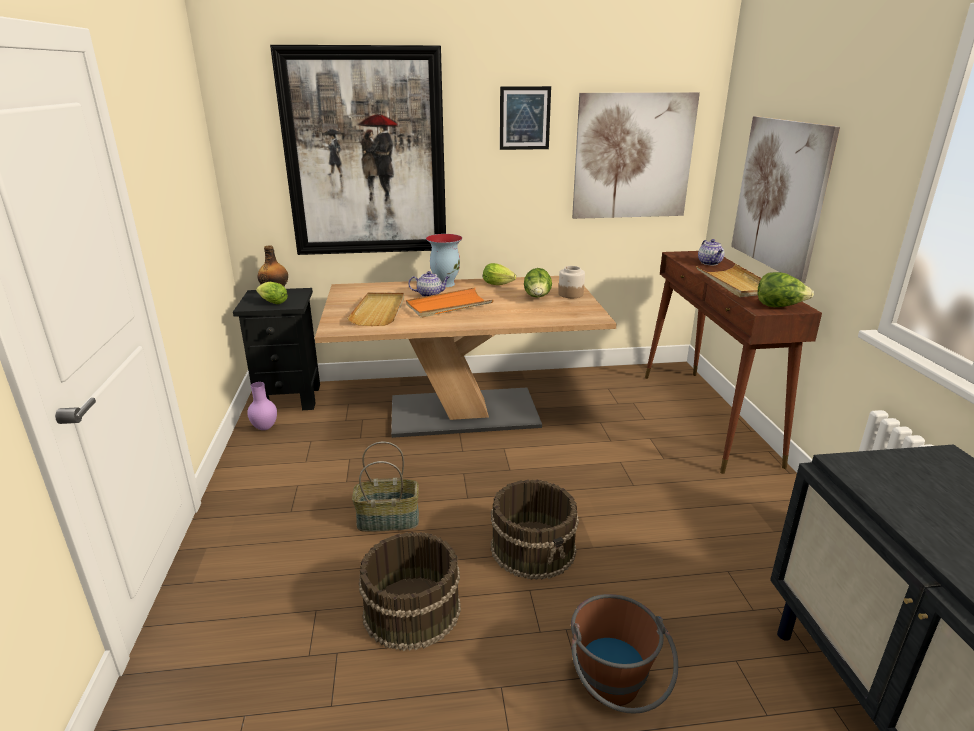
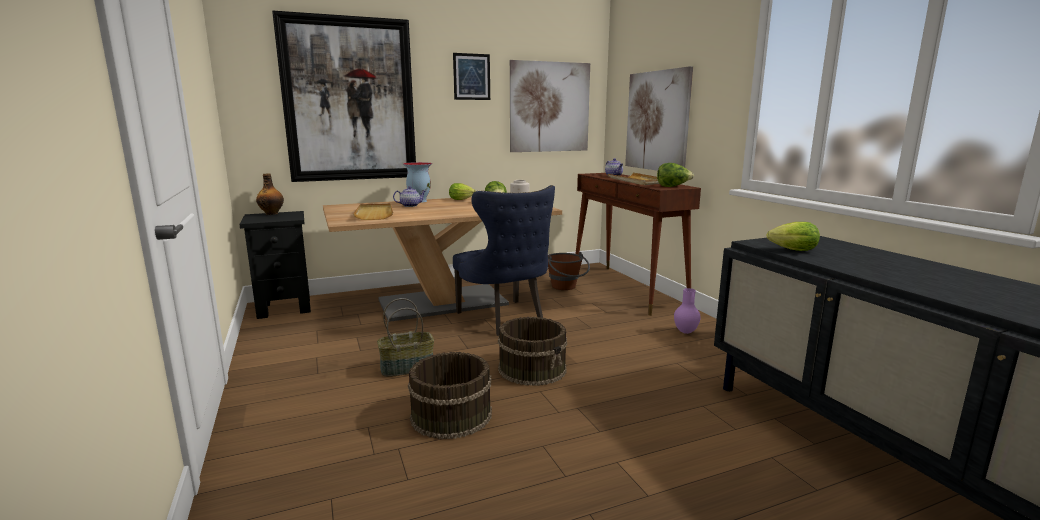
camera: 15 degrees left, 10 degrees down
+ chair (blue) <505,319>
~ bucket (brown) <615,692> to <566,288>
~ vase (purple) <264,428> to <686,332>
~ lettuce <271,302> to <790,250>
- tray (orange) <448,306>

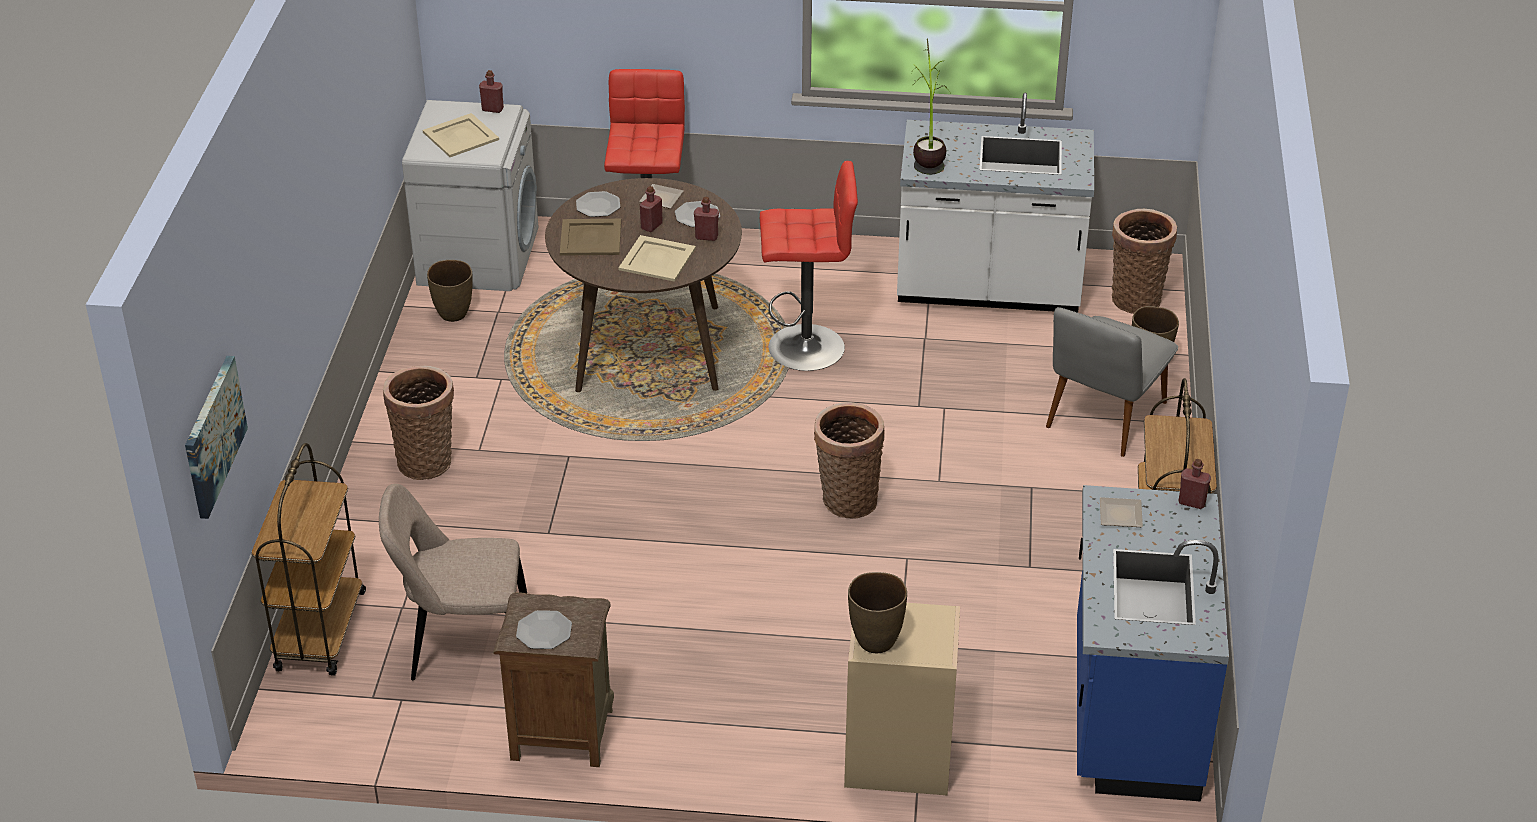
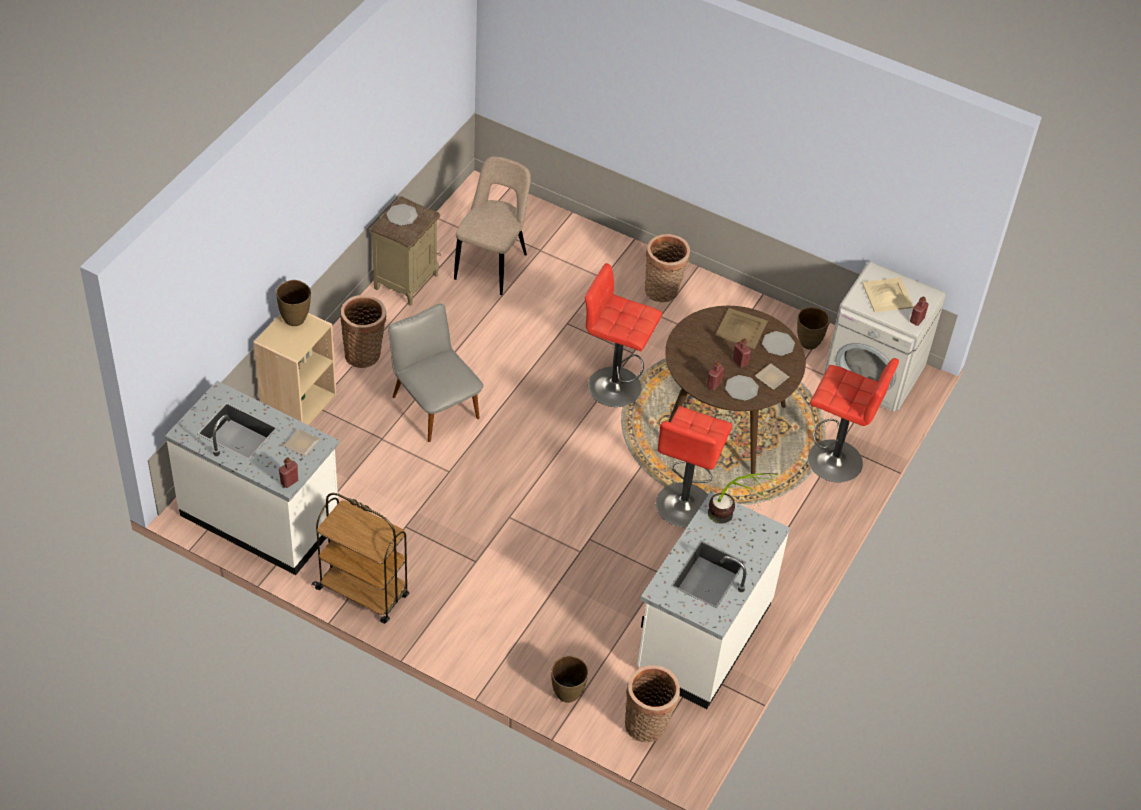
camera: 110 degrees right, 10 degrees up
~ counter (blue) <1132,712> to counter (white) <261,517>
~ basket <846,499> to <364,354>
~ chair (grey) <1106,414> to <435,407>
+ stool (red) <614,386>
- picture <213,436>
- cart (brown) <319,633>
- tray (beige) <657,259>

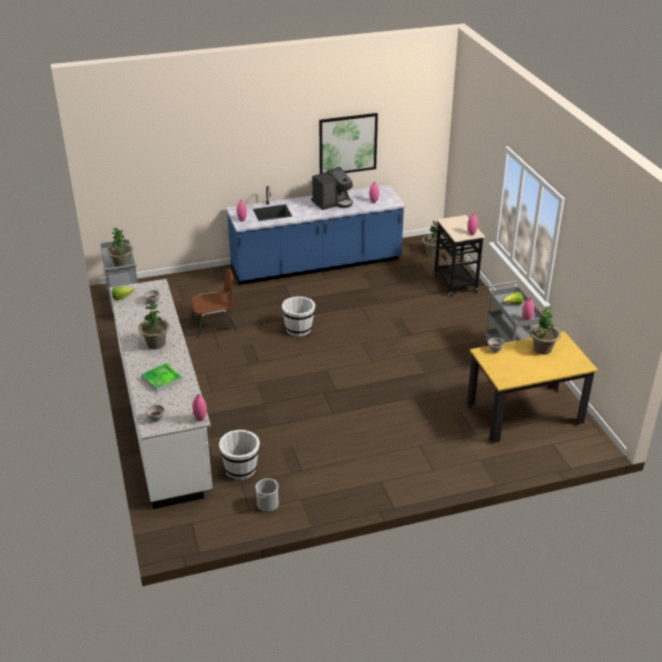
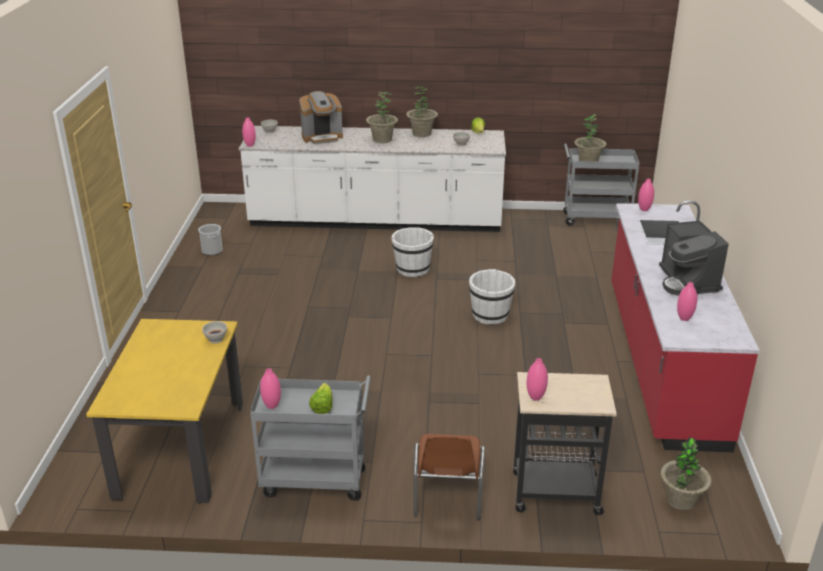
camera: 110 degrees right, 5 degrees down
~ tray <162,379> to coffee machine <322,137>
~ bucket (white) <241,469> to <412,269>
~ potted plant <542,349> to <421,134>
~ chair (brown) <214,323> to <447,494>
~ counter (blue) <316,265> to counter (red) <661,361>
- picture <347,144>

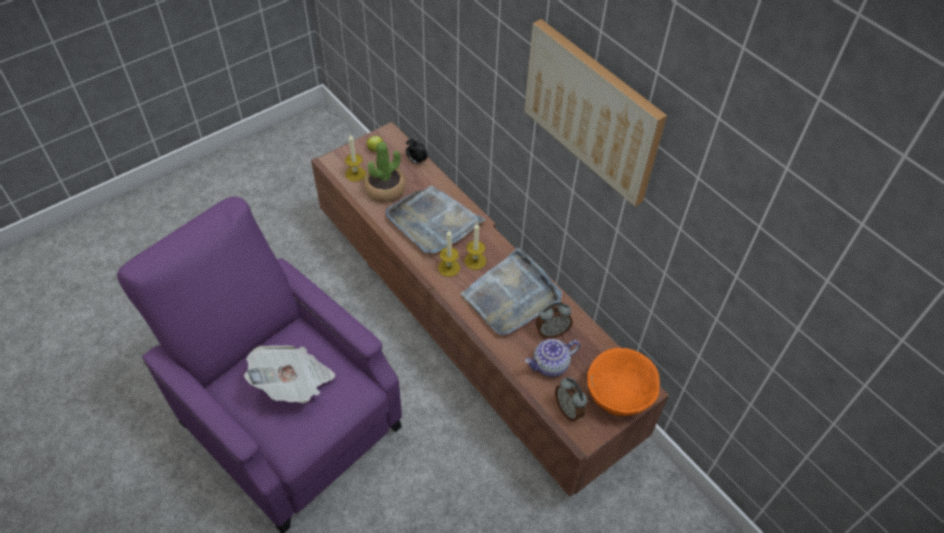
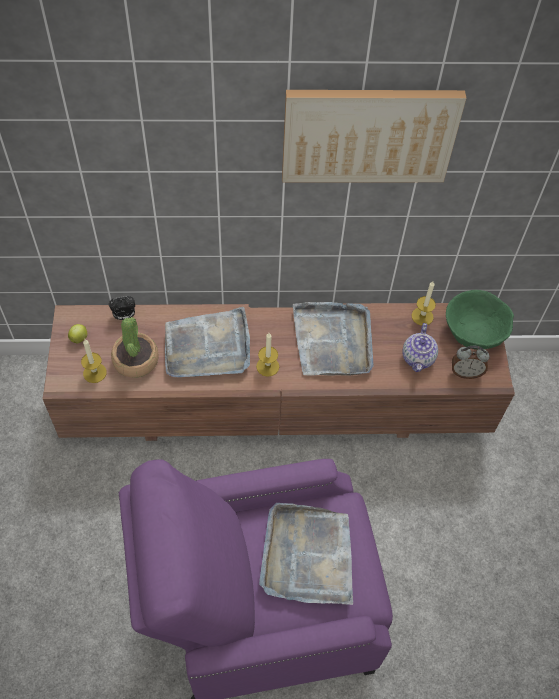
camera: 55 degrees left, 5 degrees up
~ newspaper <294,383> to tray (grey) <307,556>
~ candle <475,261> to <422,316>
~ bowl (orange) <618,393> to bowl (green) <474,332>
- alarm clock <551,331>

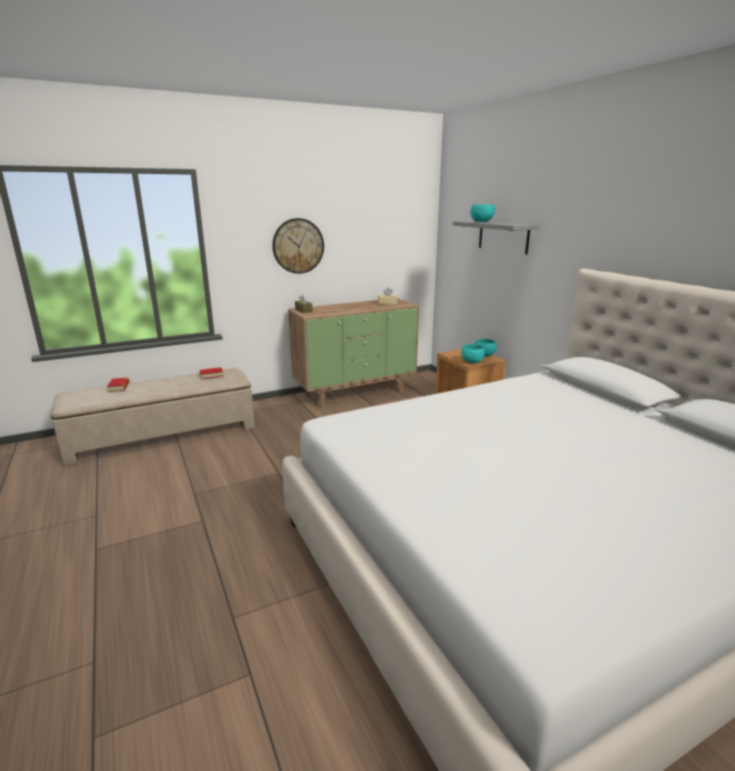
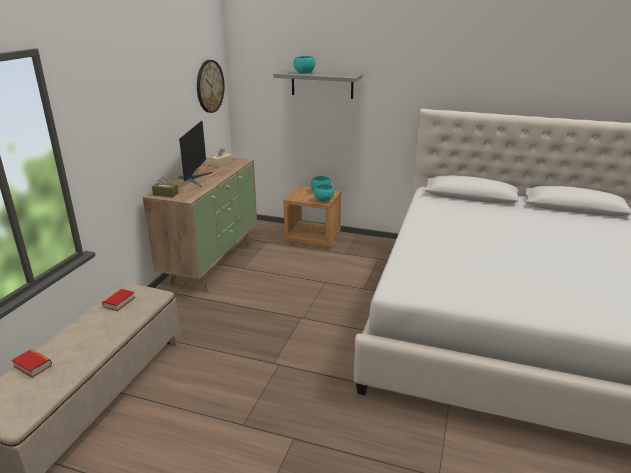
camera: 45 degrees left, 5 degrees up
+ monitor <195,178>
~ wall clock <298,246> to <209,86>

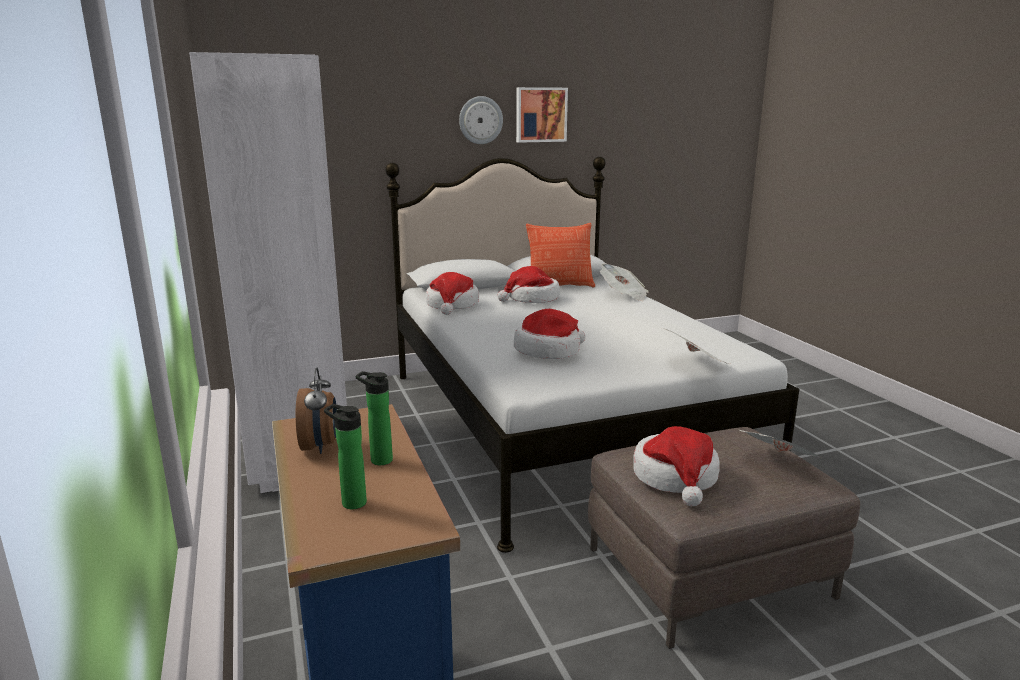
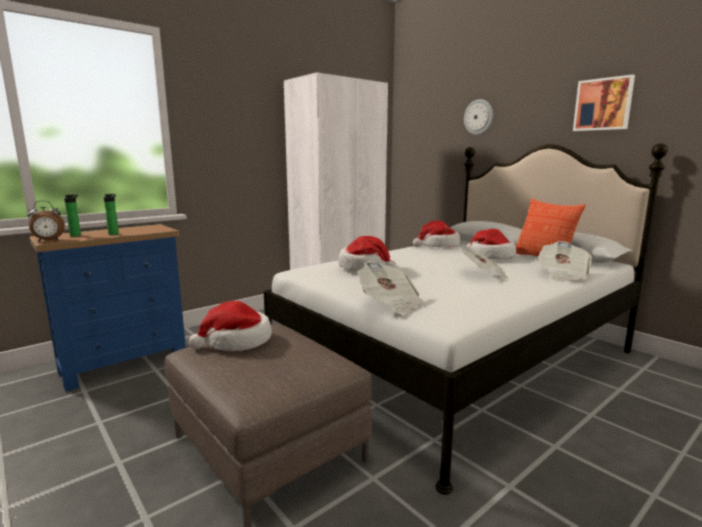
camera: 70 degrees right, 5 degrees down
~ alarm clock <320,446> to <48,240>
~ newspaper <780,464> to <482,275>
~ wall clock <480,120> to <478,117>

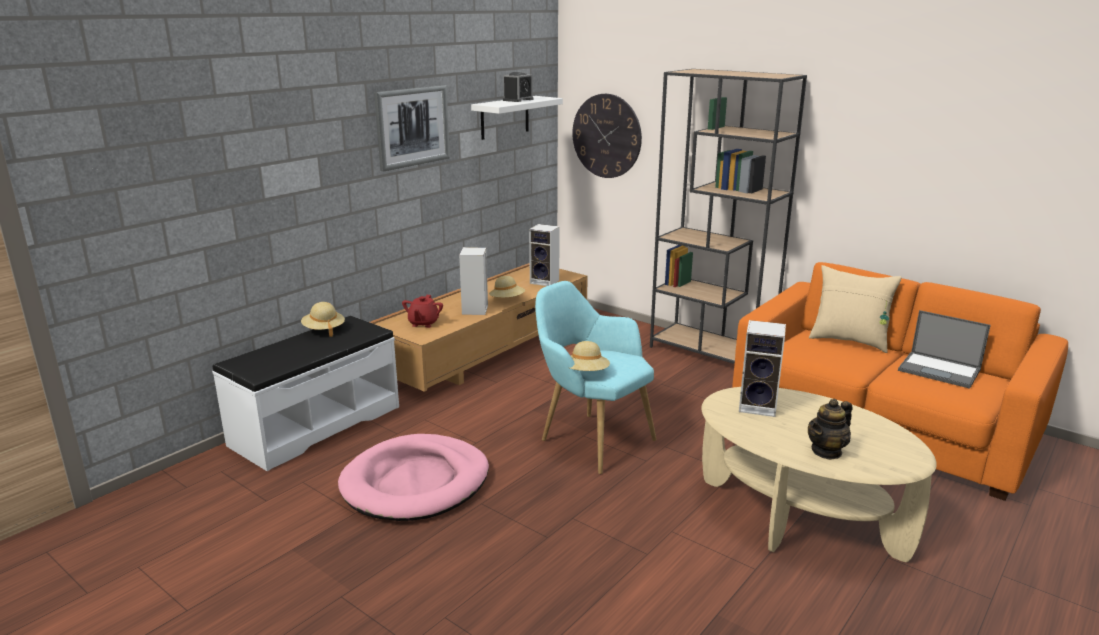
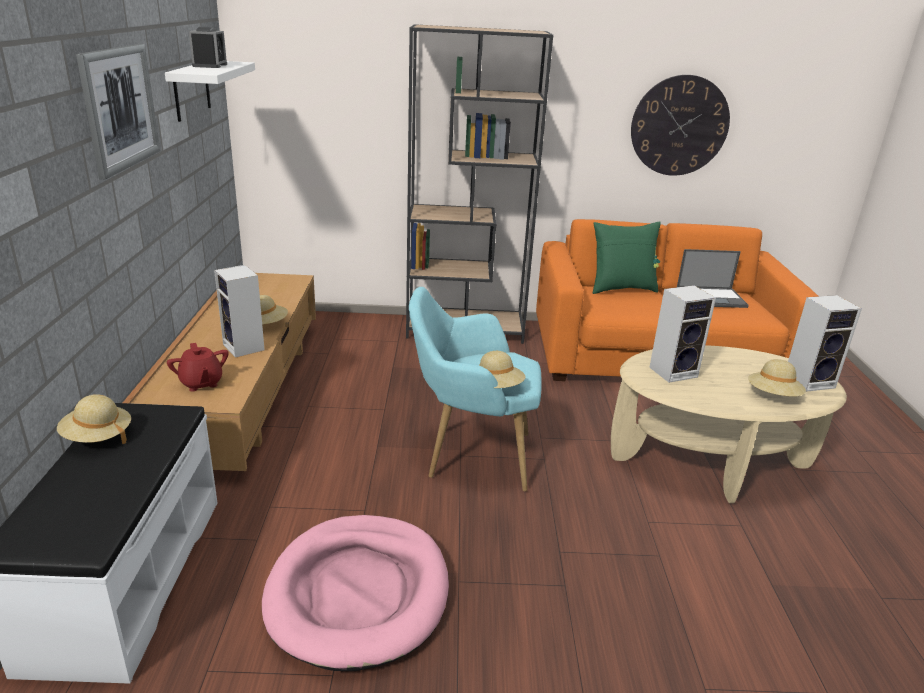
camera: 40 degrees left, 5 degrees up
~ pillow (beige) <848,341> to pillow (green) <621,289>
~ wall clock <606,136> to <679,126>
~ teapot <826,451> to hat (beige) <773,396>
~ speaker <545,282> to <810,381>

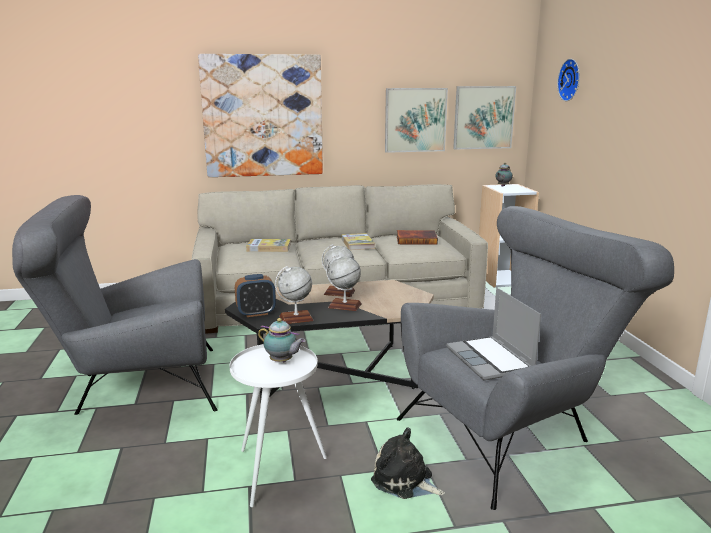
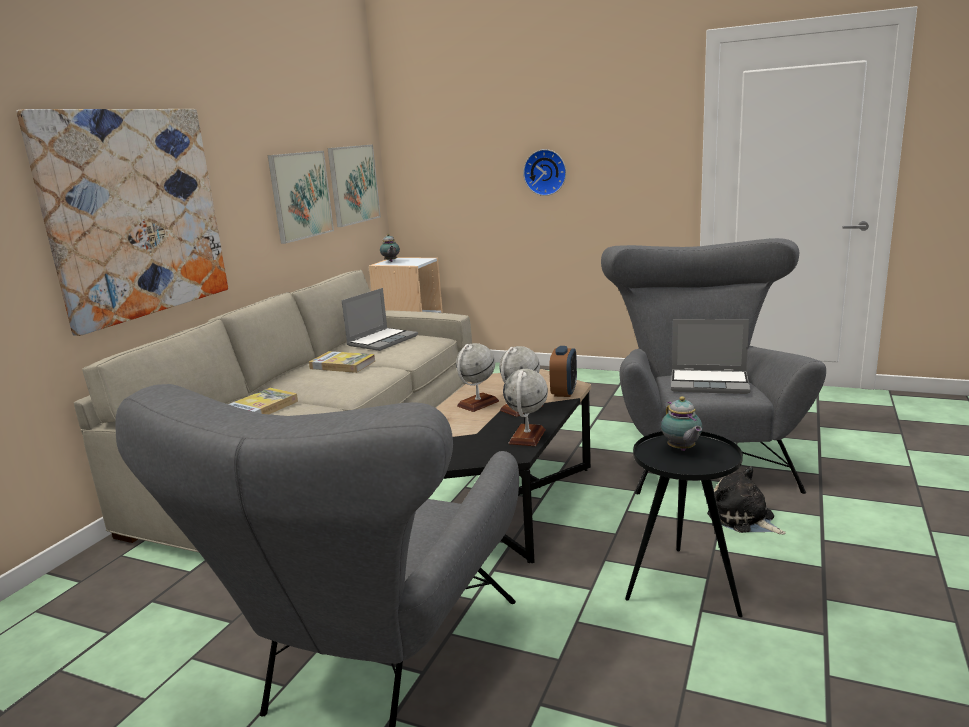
camera: 55 degrees left, 0 degrees up
~ book <416,240> to laptop <382,340>
~ wall clock <571,80> to <545,172>
~ alarm clock <256,313> to <564,392>
~ side table (white) <278,471> to side table (black) <683,584>
~ teapot <282,361> = <681,449> 105 degrees clockwise
~ plush toy <405,481> = <743,519> 75 degrees clockwise

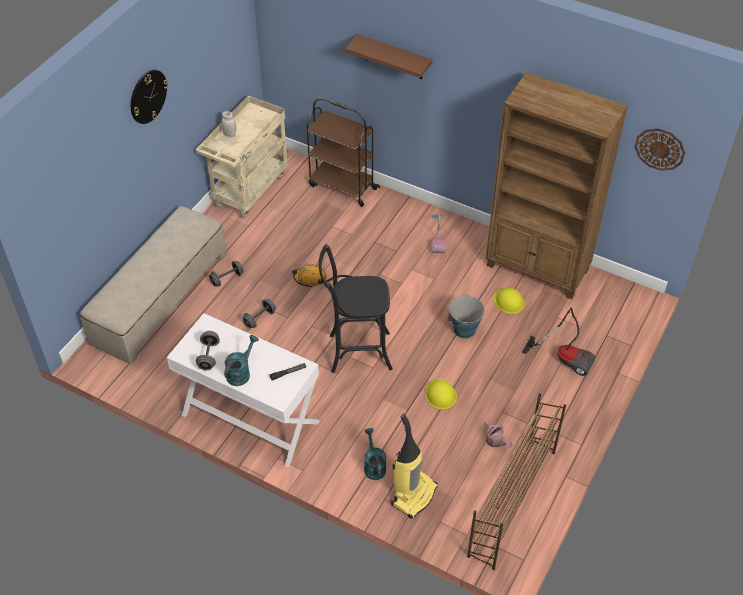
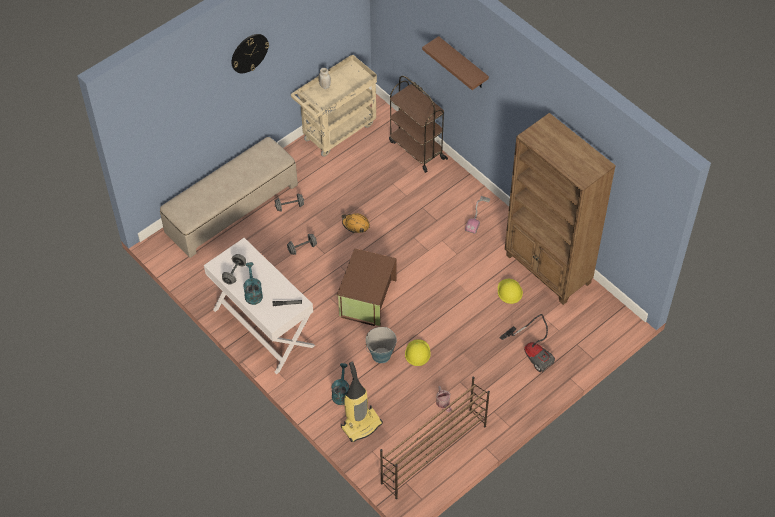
camera: 20 degrees right, 5 degrees up
~ watering can (turquoise) <241,372> = <253,293> 60 degrees counterclockwise
~ stool (black) <356,352> to storage box (brown) <366,298>
~ bucket <464,330> to <381,355>
- wall clock <659,149>

